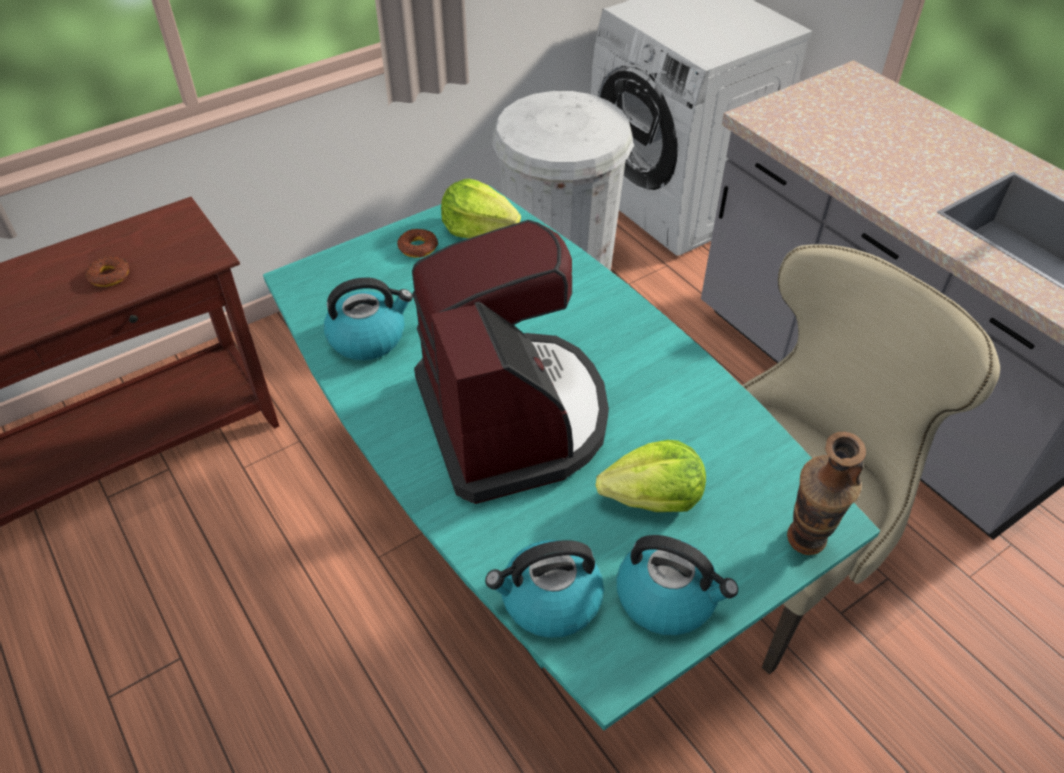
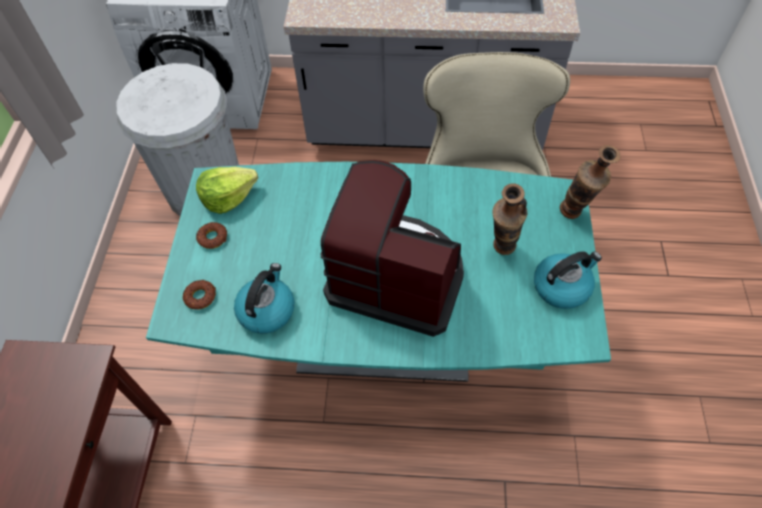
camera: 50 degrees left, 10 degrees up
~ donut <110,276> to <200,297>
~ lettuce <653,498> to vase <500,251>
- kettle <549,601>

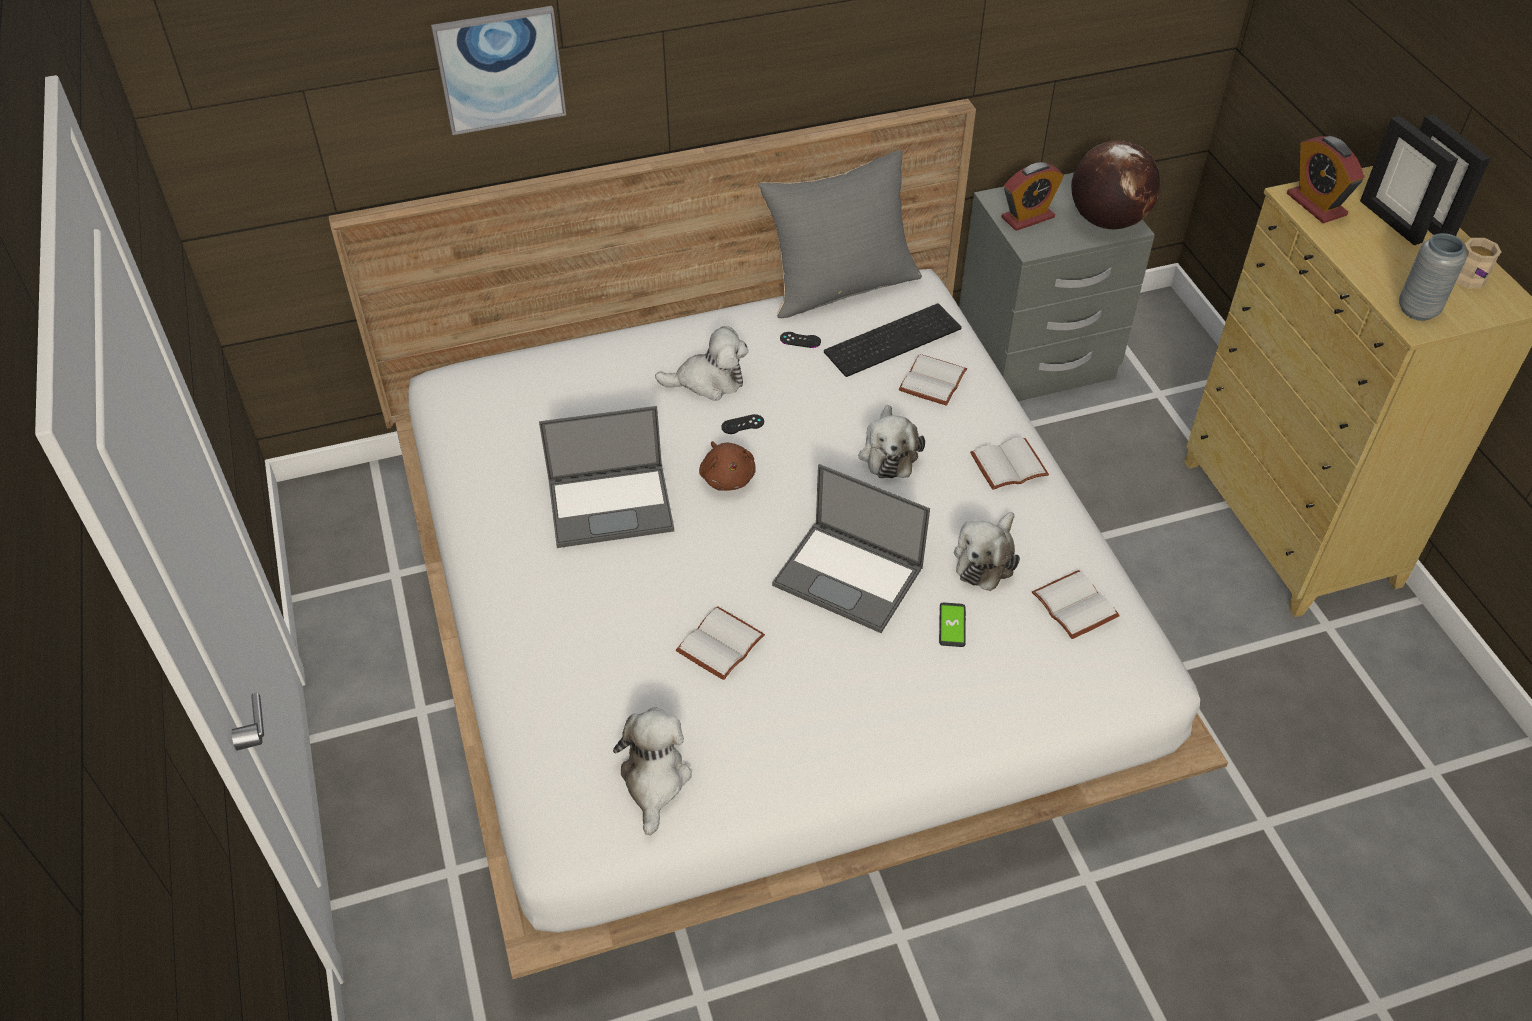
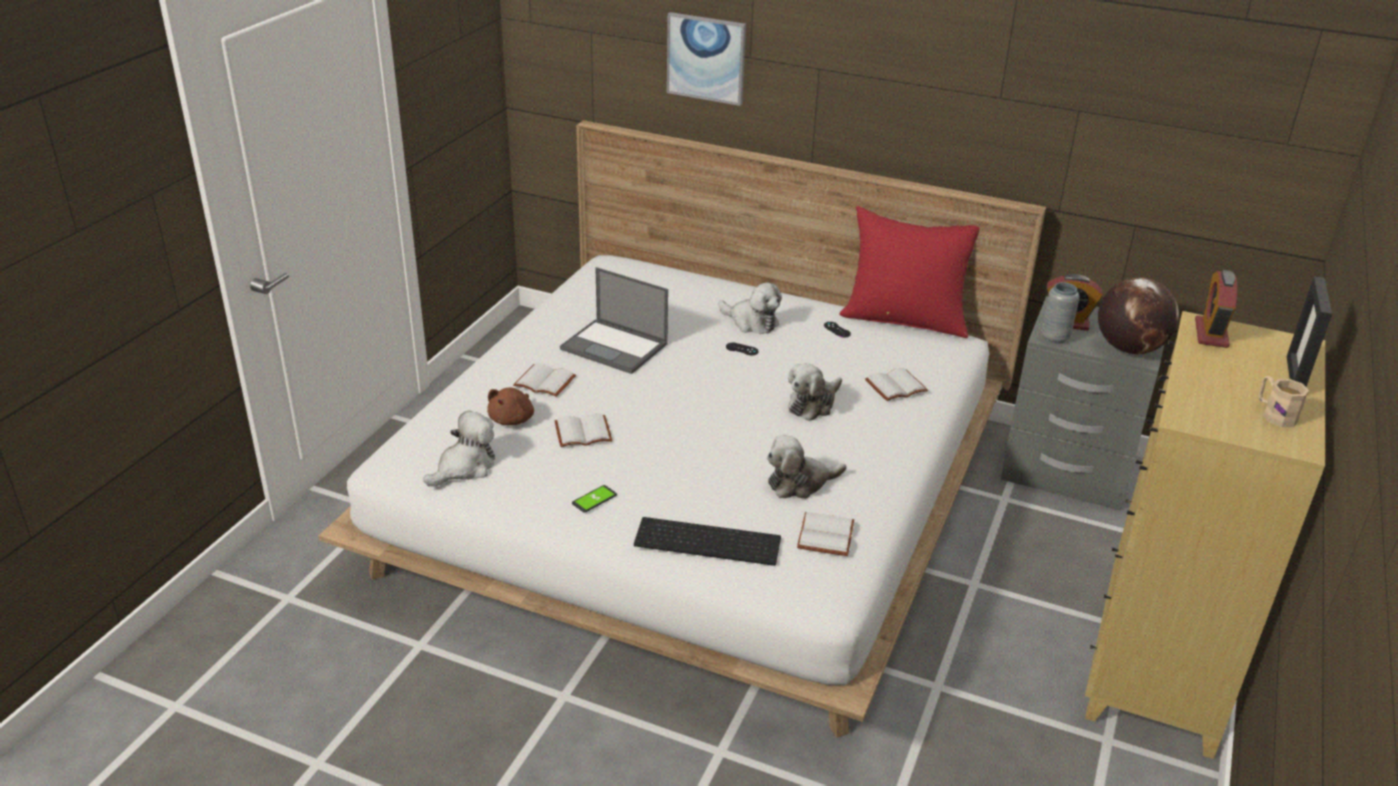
camera: 40 degrees right, 15 degrees down
~ plush toy (brown) <727,477> to <513,419>
~ book (white) <1008,467> to <543,382>
~ phone <952,625> to <594,499>
~ keyboard <892,338> to <709,540>
~ pillow (grey) <841,286> to pillow (red) <905,319>
~ vase (grey) <1417,310> to <1054,338>
- laptop <850,576>
- picture frame <1392,221>

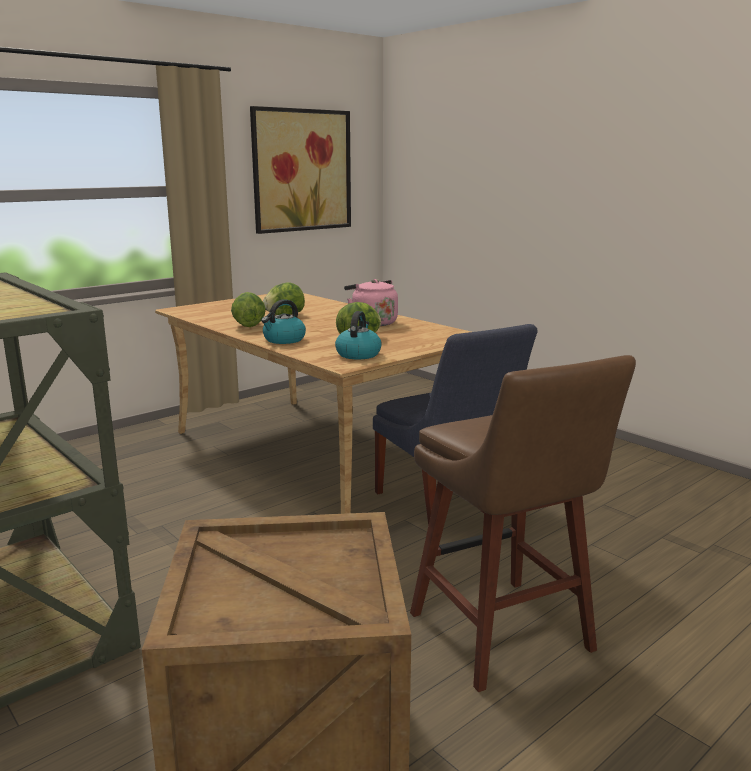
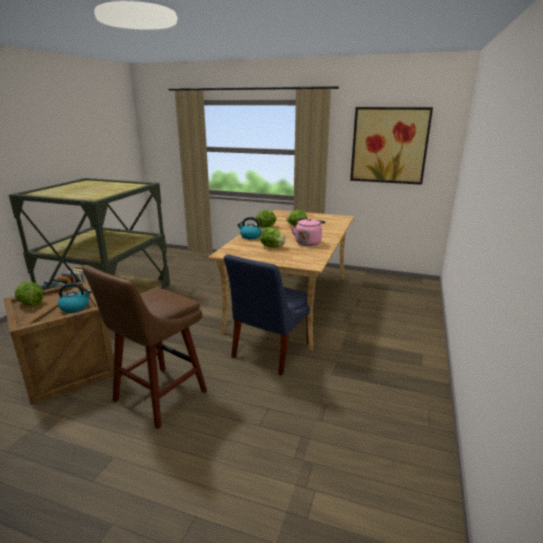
camera: 60 degrees right, 5 degrees up
+ lettuce <31,304>
~ kettle <358,354> to <75,307>

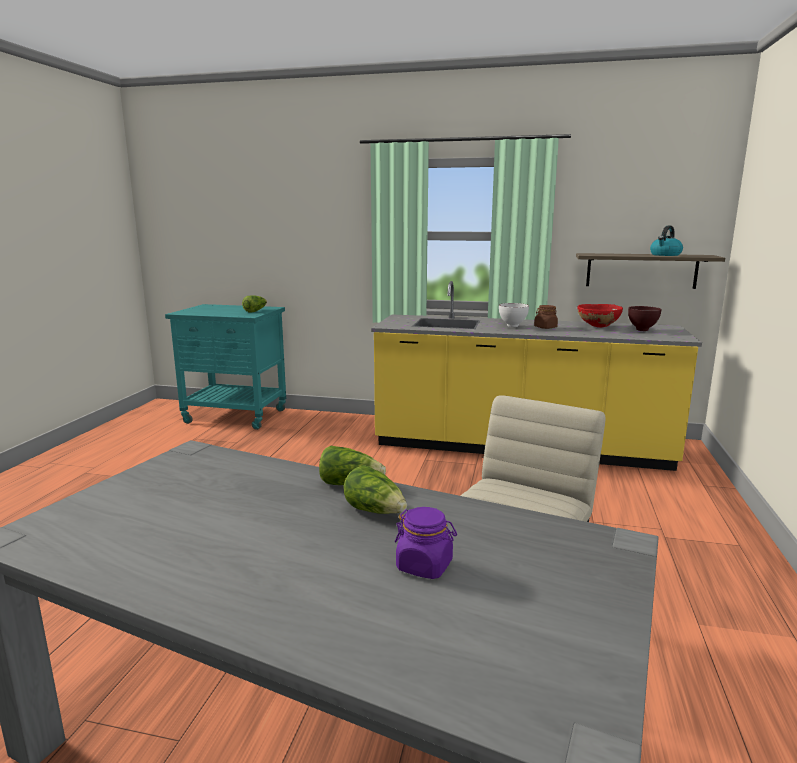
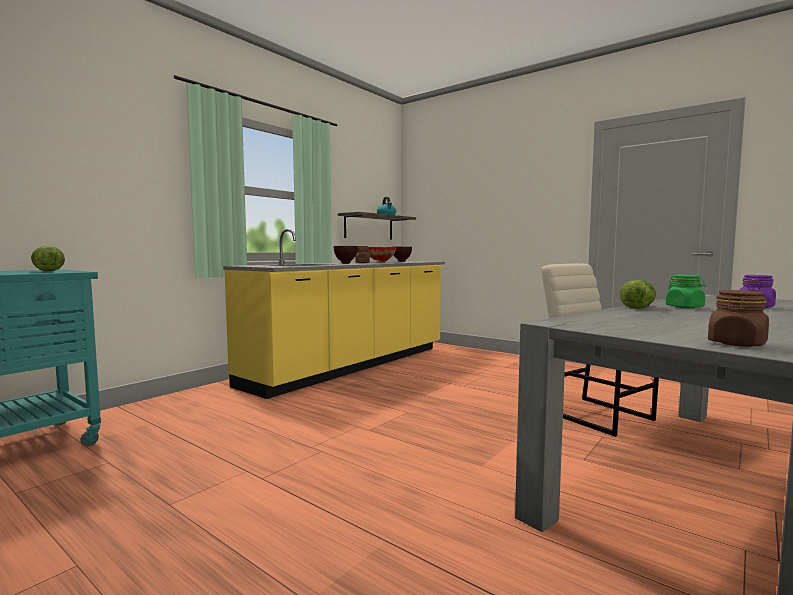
camera: 65 degrees left, 10 degrees down
~ bowl (white) <513,326> to bowl (brown) <346,263>
~ lettuce <375,511> to jar (green) <684,307>
+ jar (brown) <737,343>

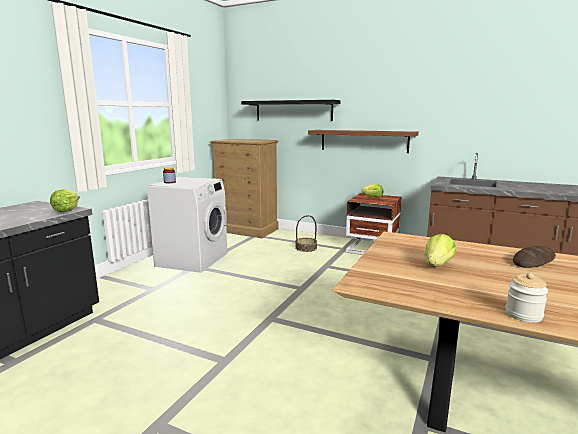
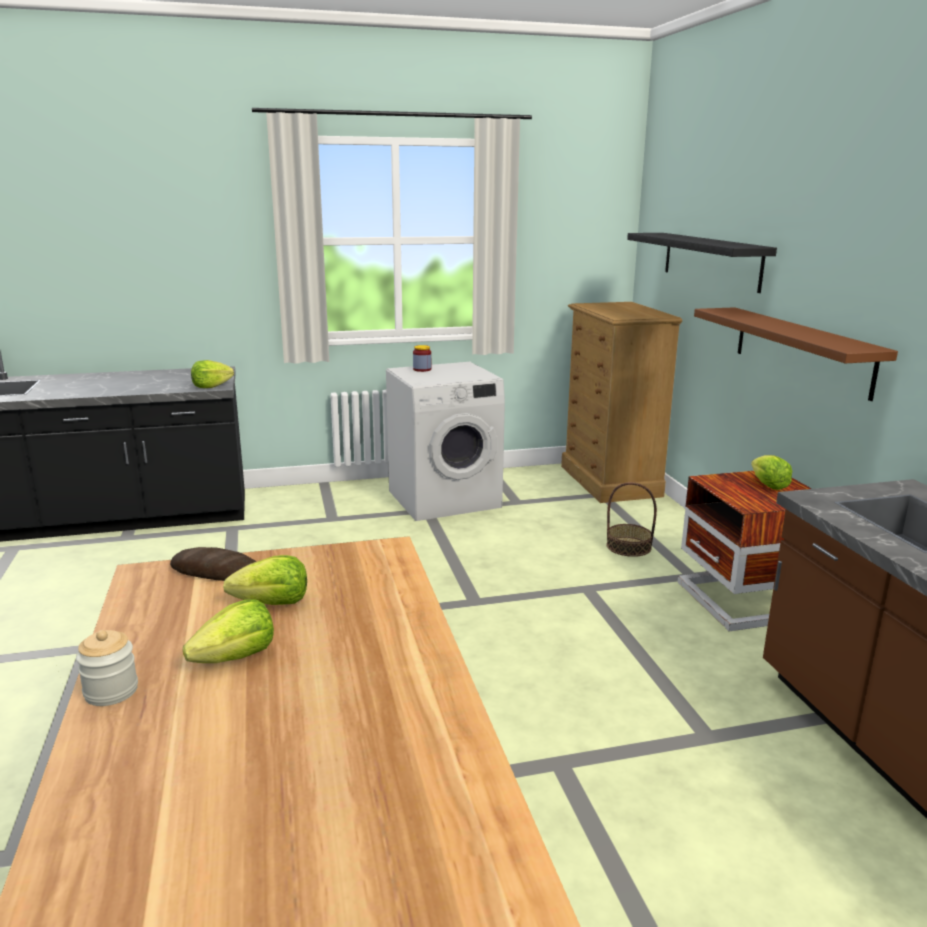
camera: 50 degrees right, 5 degrees up
~ bread <533,261> to <216,571>
+ lettuce <236,658>

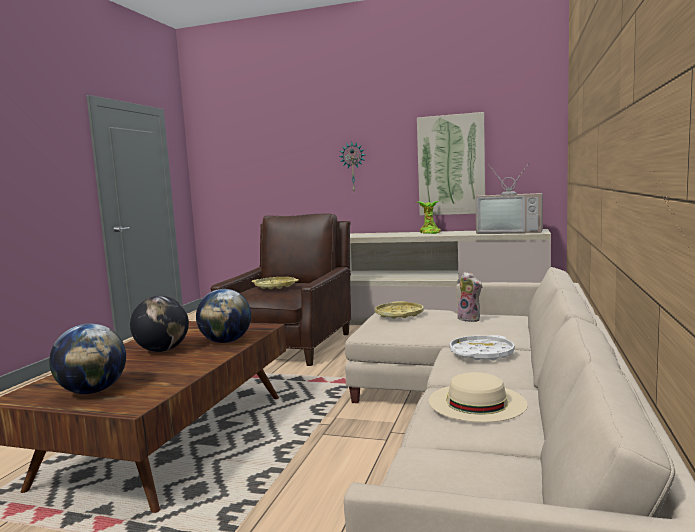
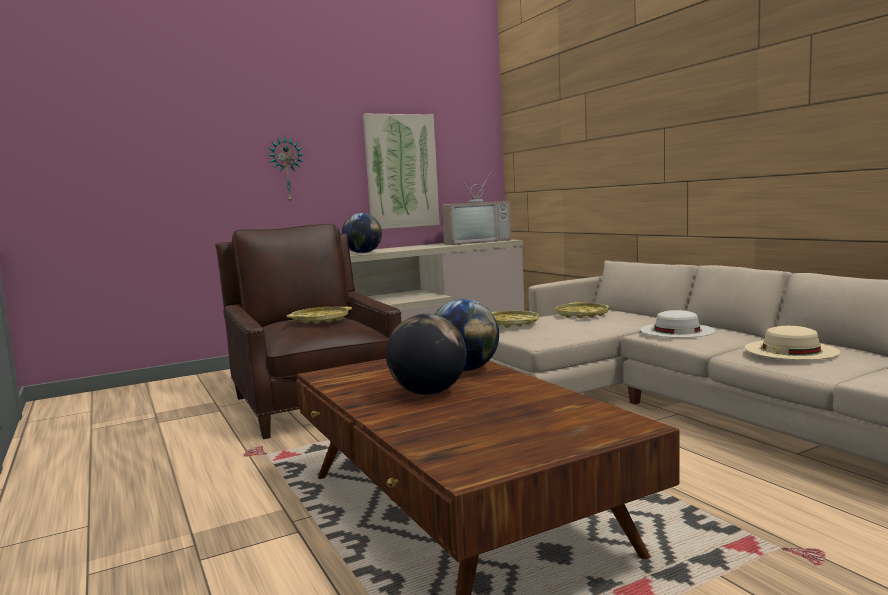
camera: 45 degrees left, 0 degrees up
~ globe <92,391> to <363,253>
~ plush toy <470,319> to tray (yellow) <582,315>
~ tray (white) <481,353> to hat (white) <677,330>
- potted plant <429,233>

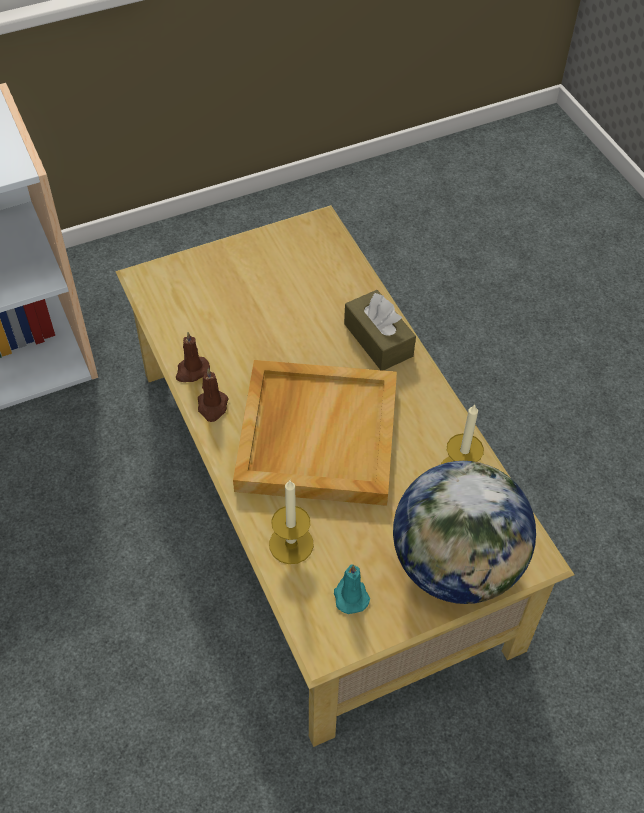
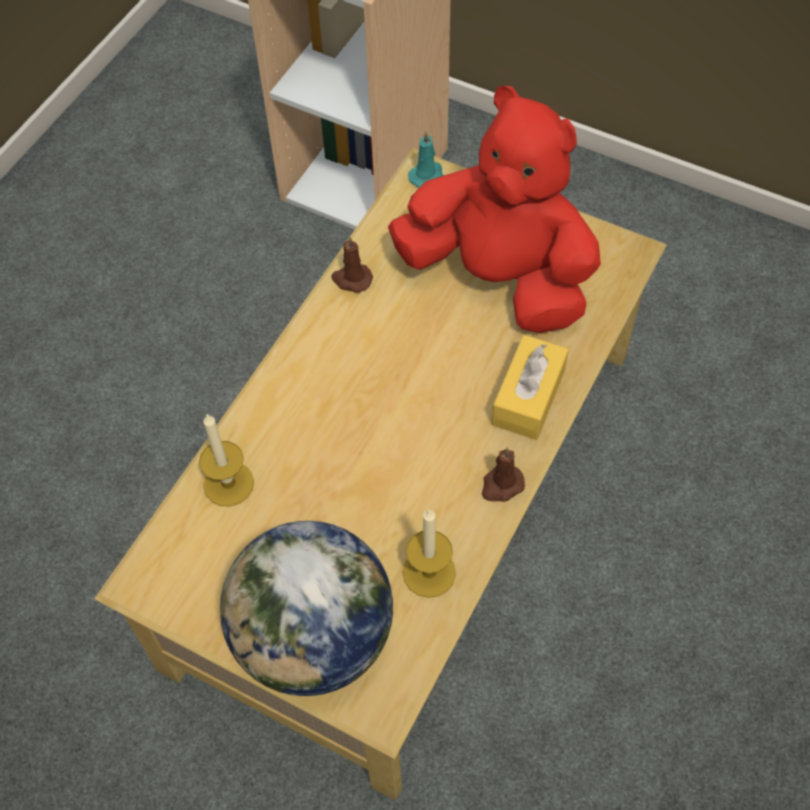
camera: 55 degrees right, 5 degrees up
+ plush toy (red) <499,278>
~ candle (turquoise) <350,595> to <427,176>
~ candle (brown) <212,407> to <501,485>
~ tissue box (brown) <378,340> to tissue box (yellow) <528,397>
- tray (beige) <316,434>

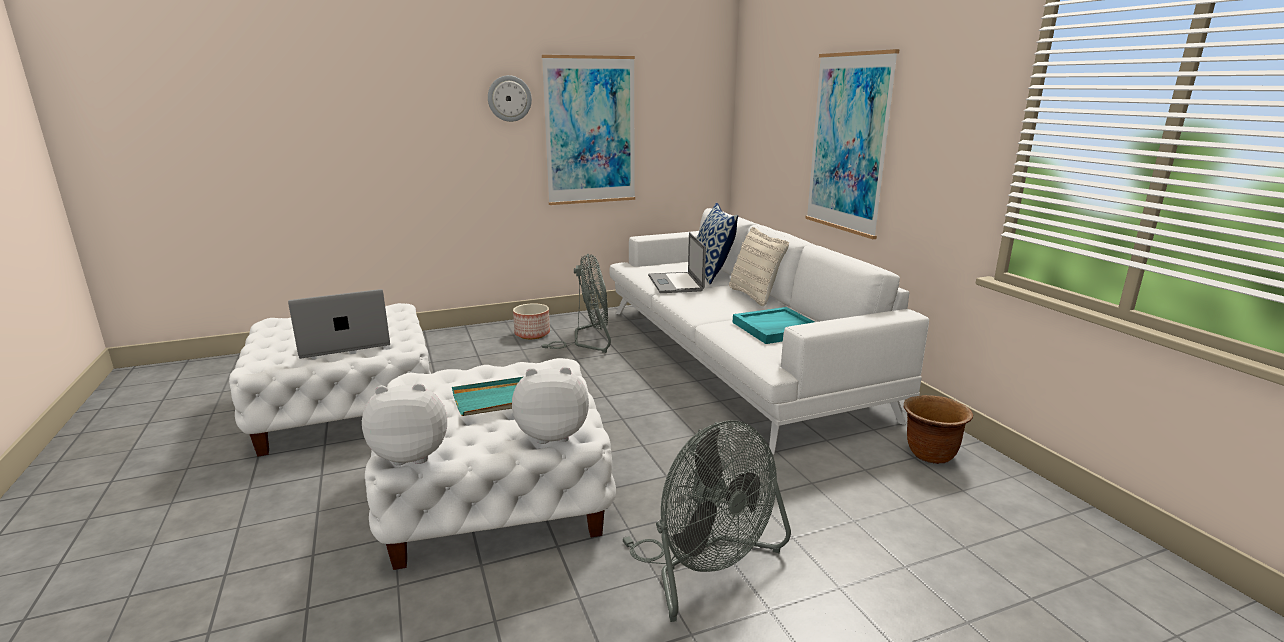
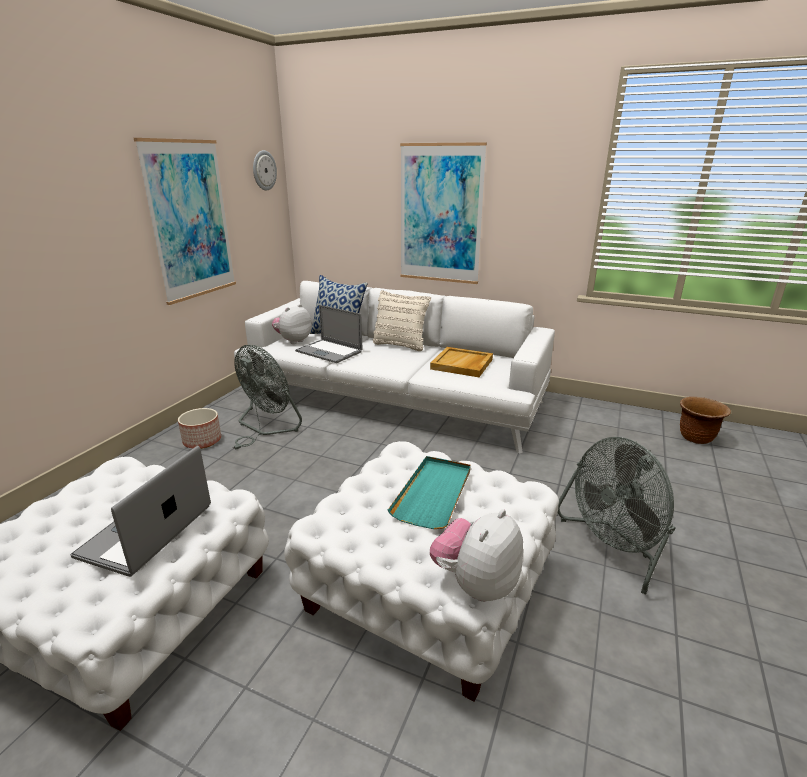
camera: 45 degrees left, 5 degrees up
~ wall clock <509,98> to <264,170>
~ plush toy <552,434> to <293,341>
~ tray (turquoise) <776,329> to tray (beige) <462,364>
~ fan (grey) <702,569> = <613,544> 150 degrees clockwise
~ planter (brown) <930,454> to <696,438>

